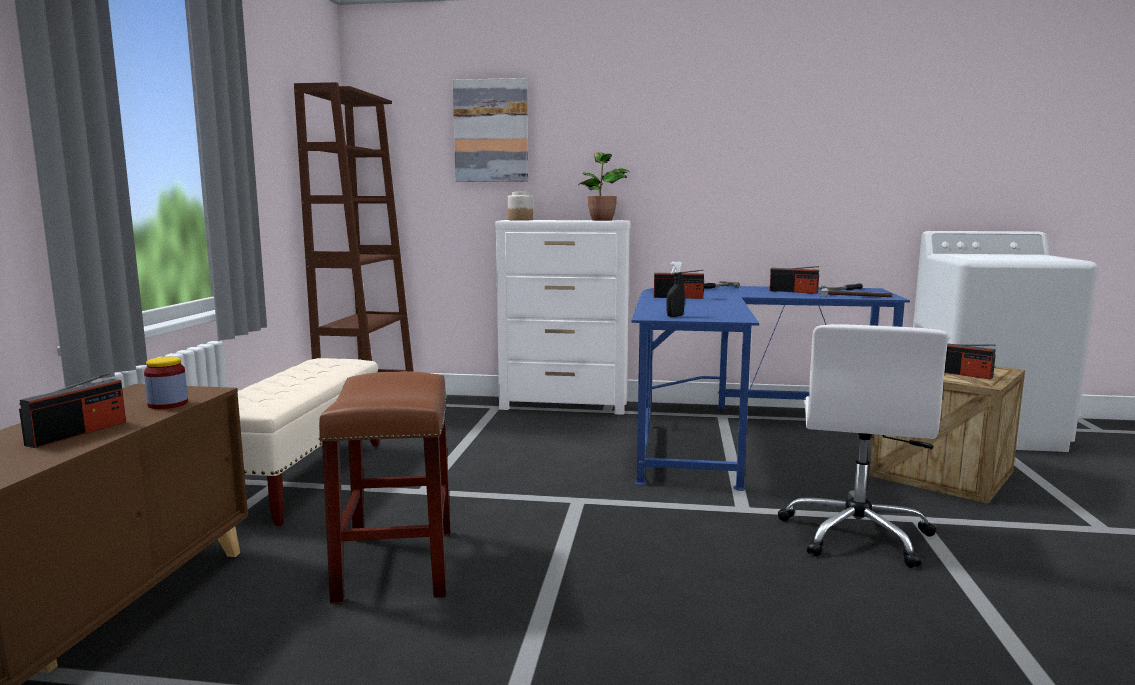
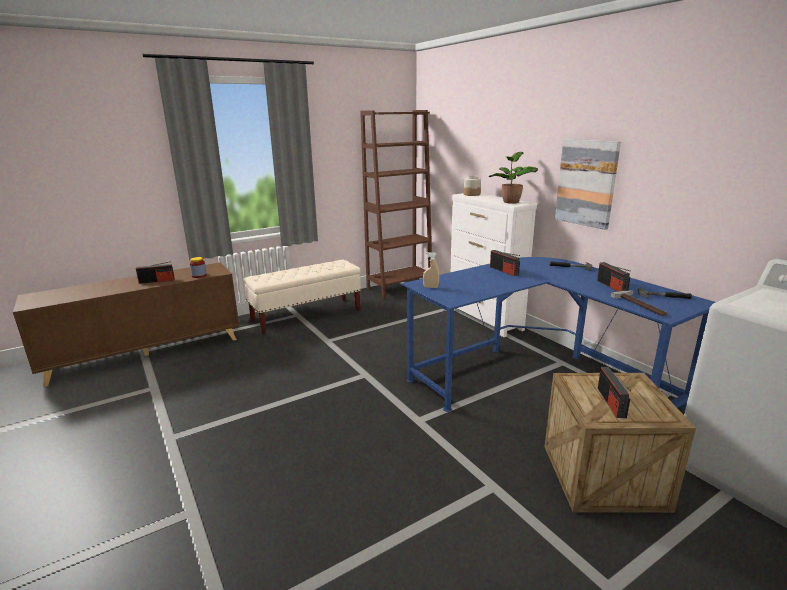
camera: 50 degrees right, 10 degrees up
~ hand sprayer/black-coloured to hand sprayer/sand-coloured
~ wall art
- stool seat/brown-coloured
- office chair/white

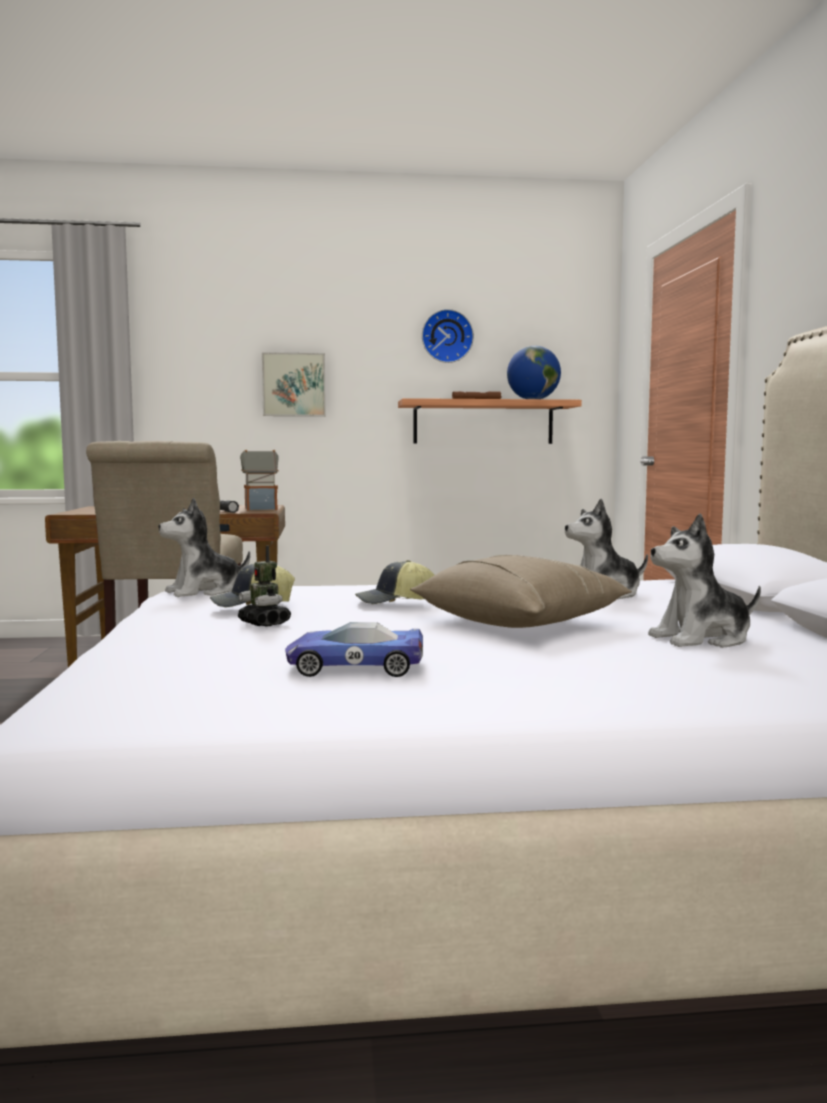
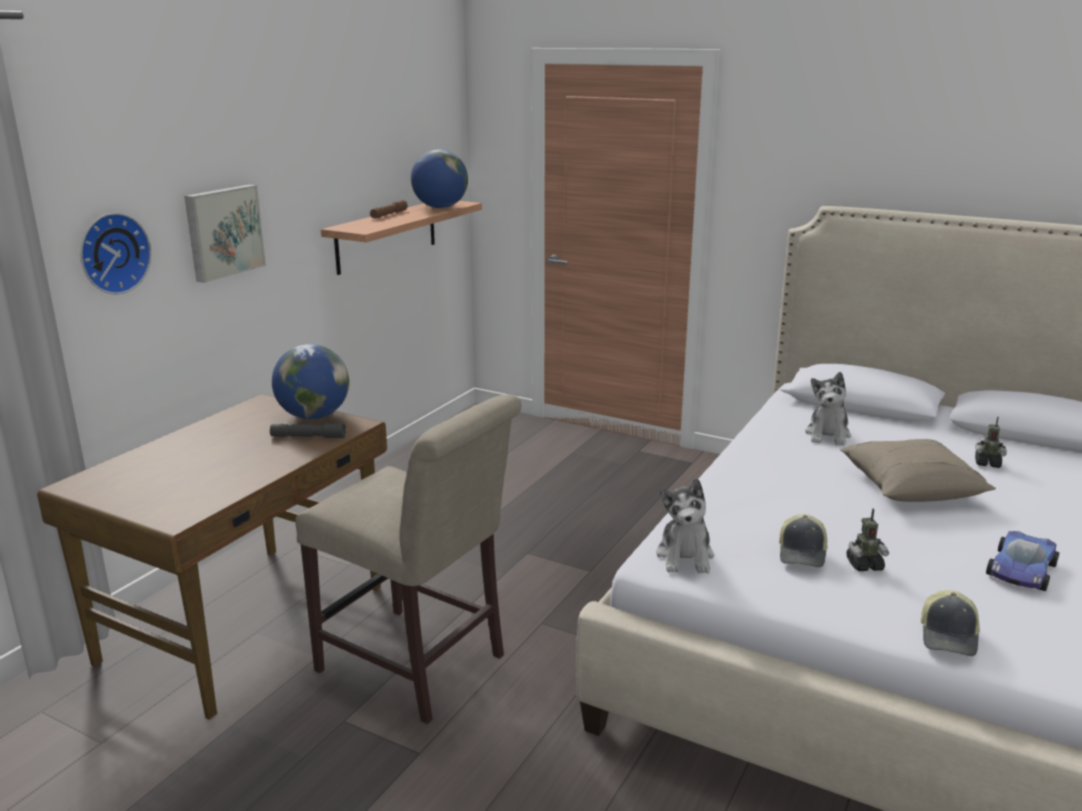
camera: 55 degrees left, 15 degrees up
~ hanging clock
~ miniature house to world globe (1st from left)
~ baseball cap (2nd from left)
~ plush toy (3rd from left) to robot figure (2nd from left)

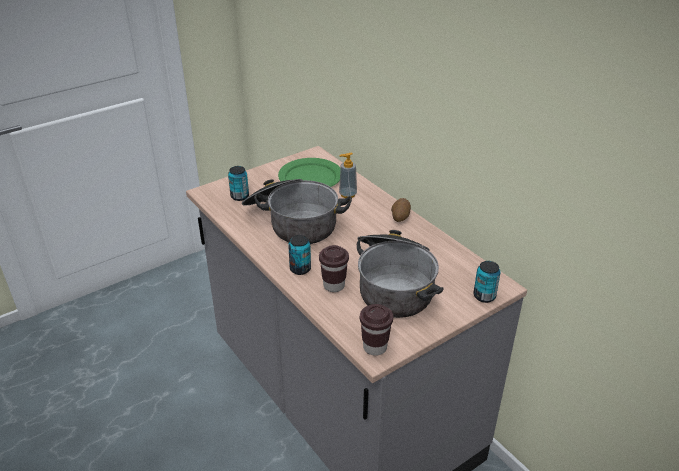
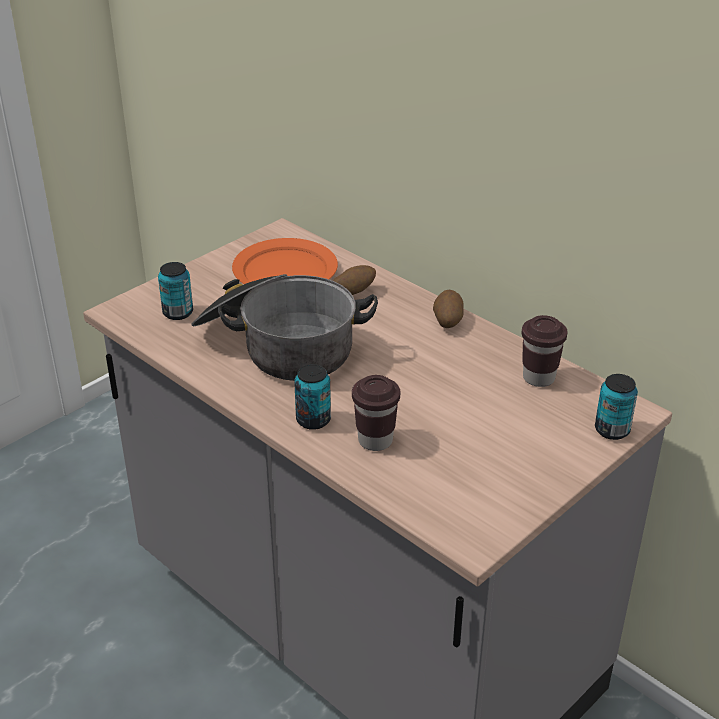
camera: 10 degrees left, 0 degrees up
~ flat dish/green to flat dish/orangey
~ liquid soap bottle to whole potato (1st from left)
~ drinking cup/brown-coloured (2nd from left)
- saucepot (2nd from left)

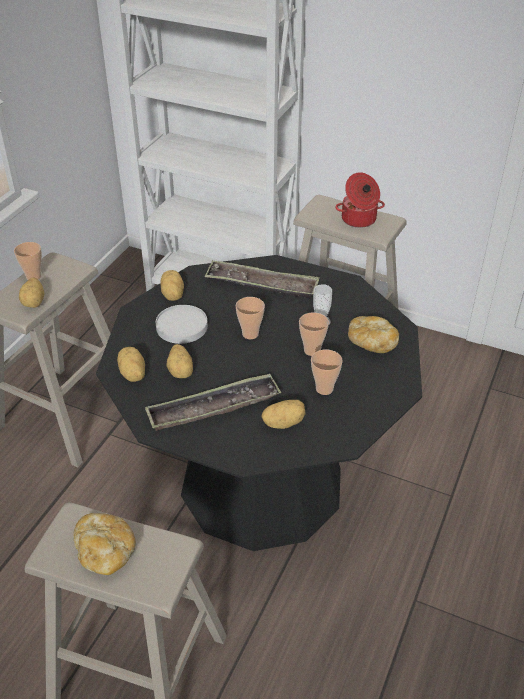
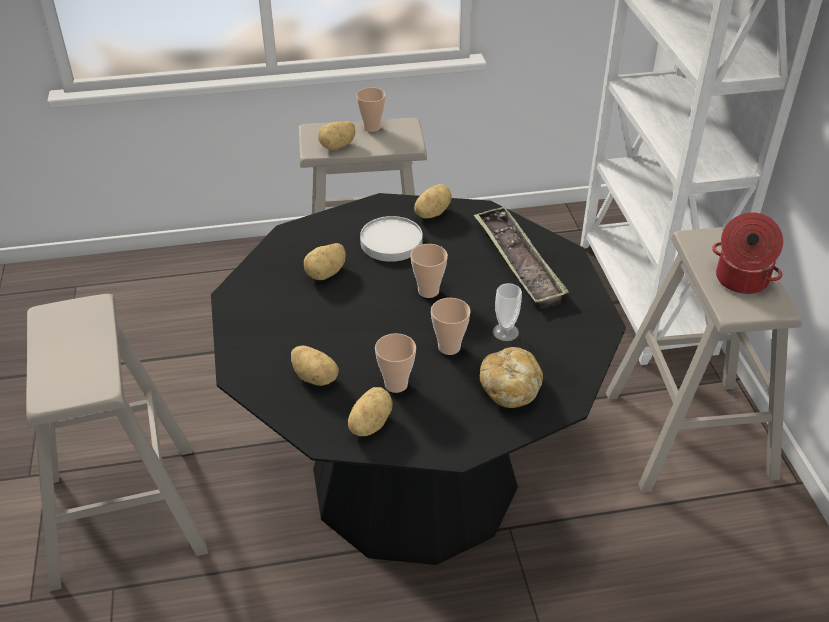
camera: 55 degrees right, 0 degrees up
~ whole potato (2nd from left in the first image) to whole potato (4th from left)
- bread (1st from left)
- tray (1st from left)

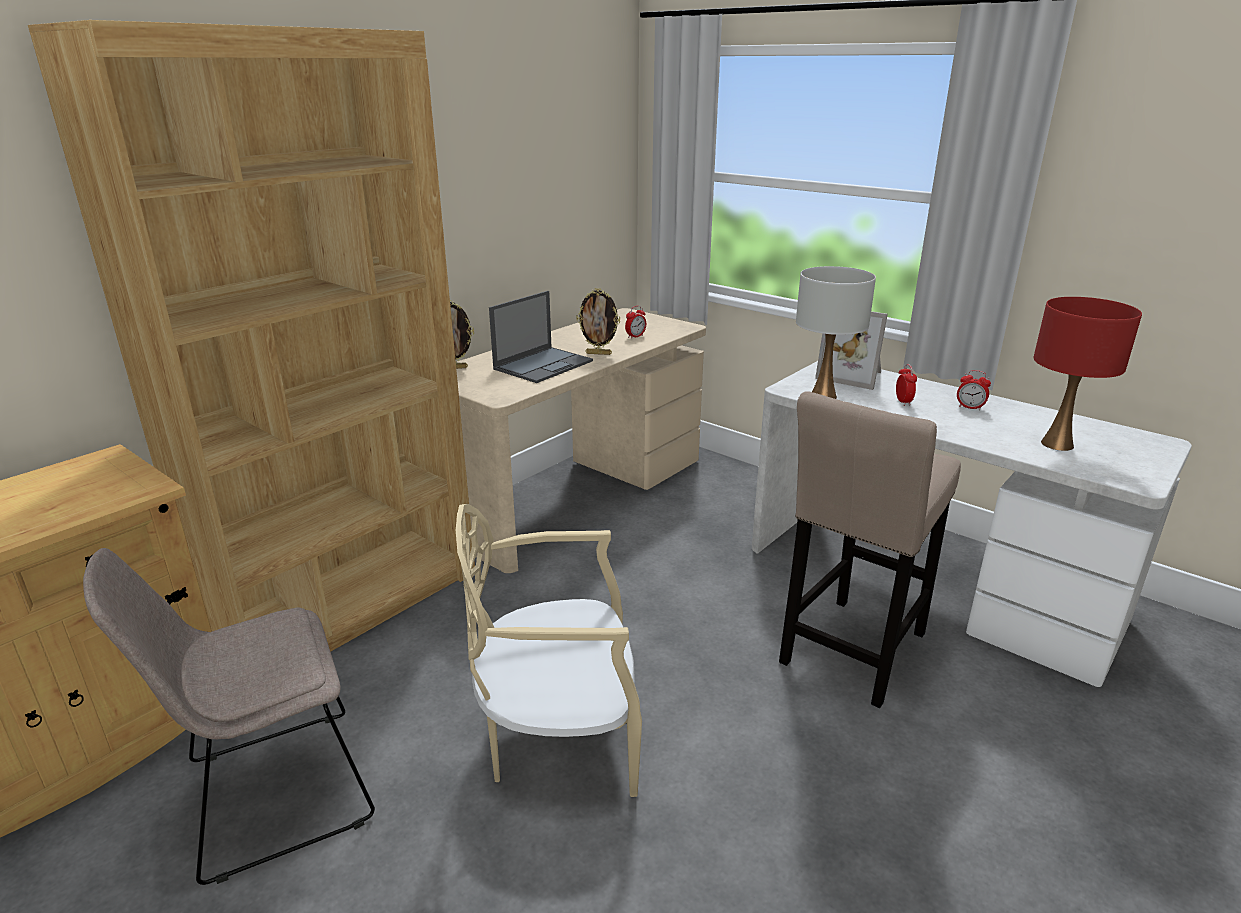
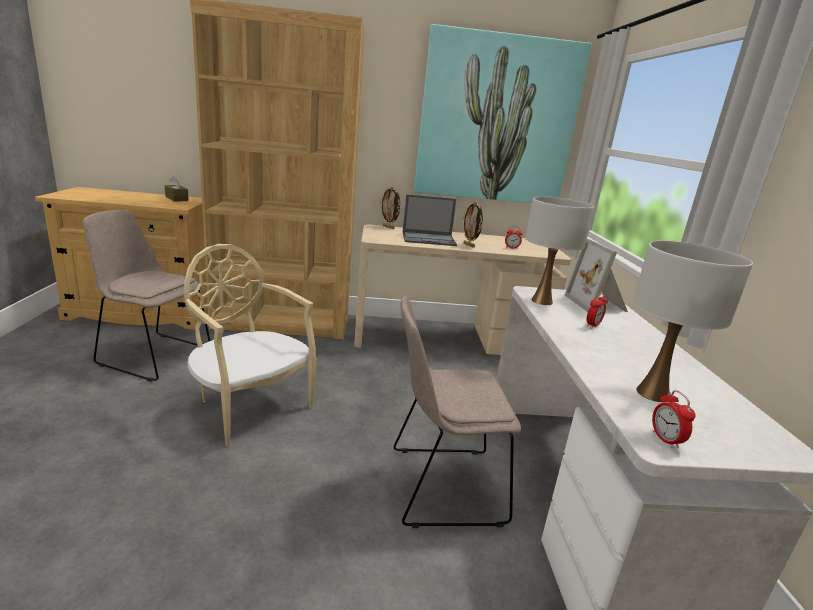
camera: 45 degrees right, 5 degrees down
+ tissue holder/brown-coloured
~ stool seat/sand-coloured to chair/sand-coloured (3rd from left)
+ wall art
~ tabletop lamp/red to tabletop lamp/white (2nd from left)
~ bedside clock (3rd from left)

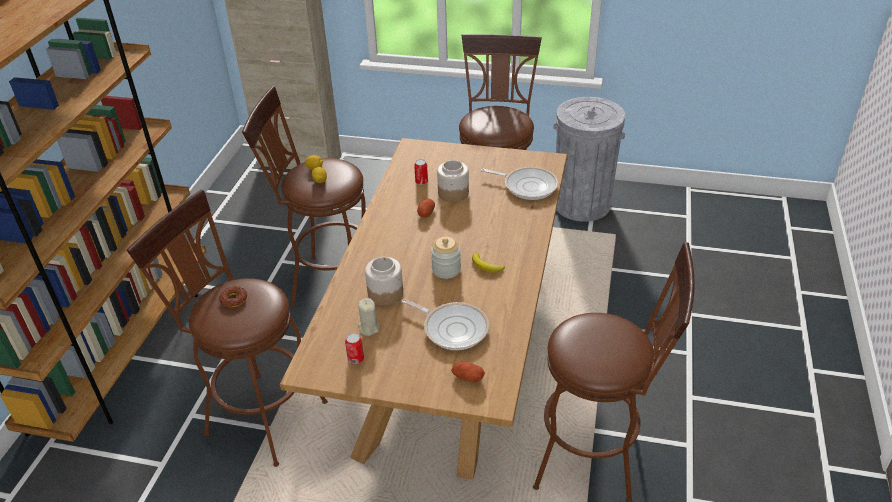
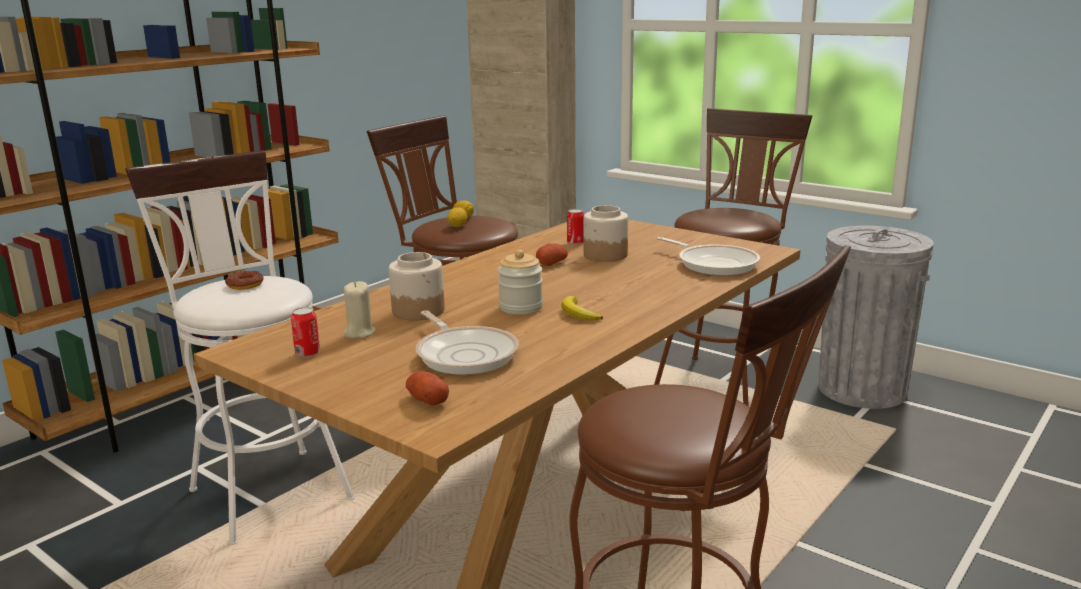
camera: 25 degrees right, 20 degrees down
~ stool seat/brown-coloured (1st from left) to stool seat/white

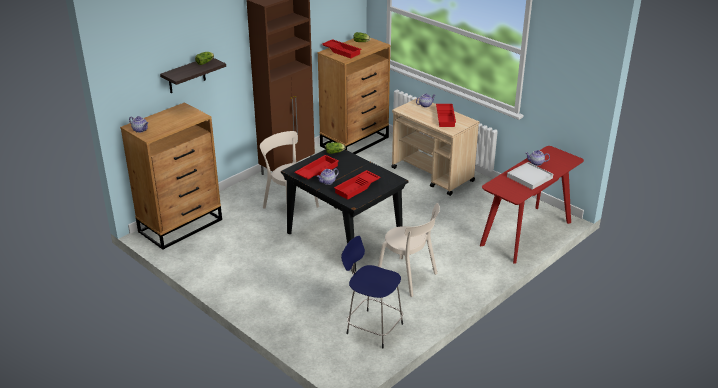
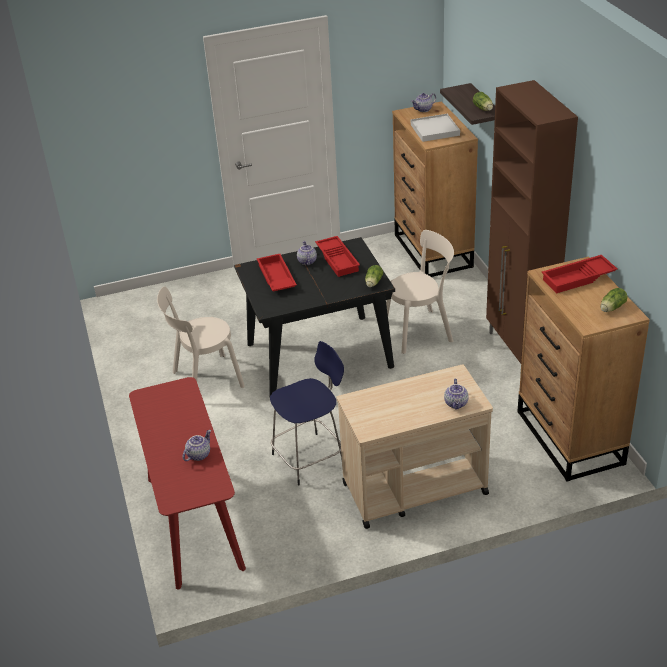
camera: 120 degrees right, 5 degrees up
~ stool seat/blue-coloured
~ tray/white
- tray/red (4th from left)

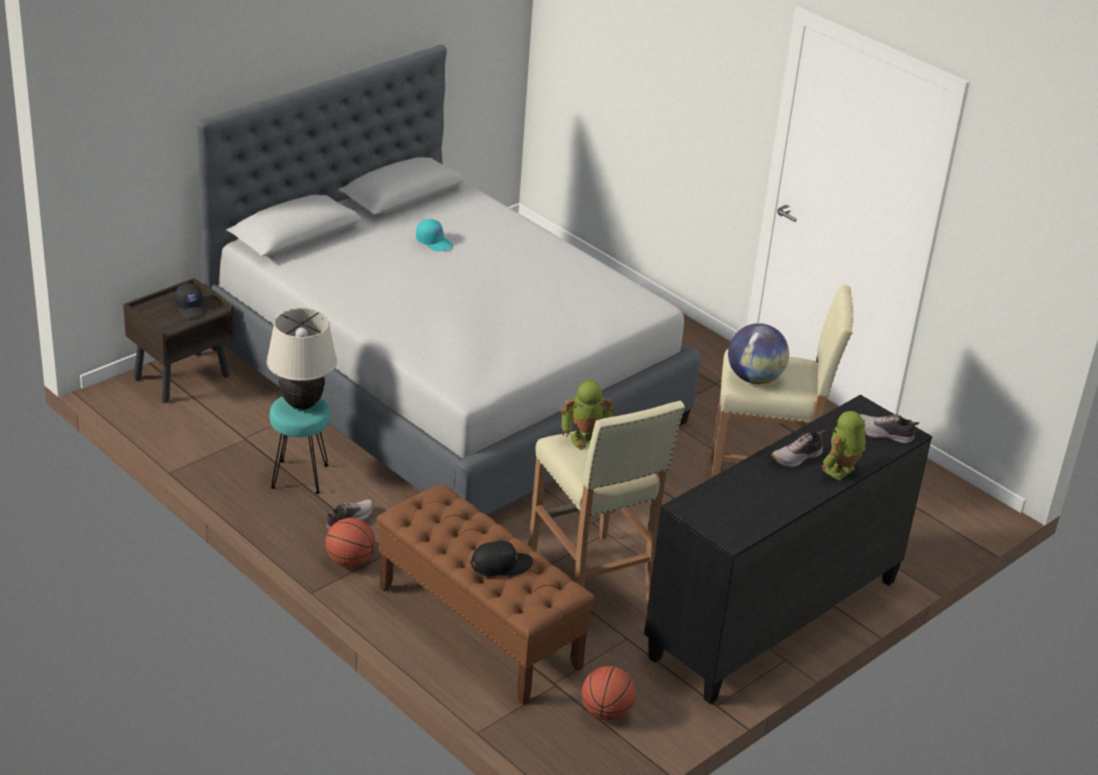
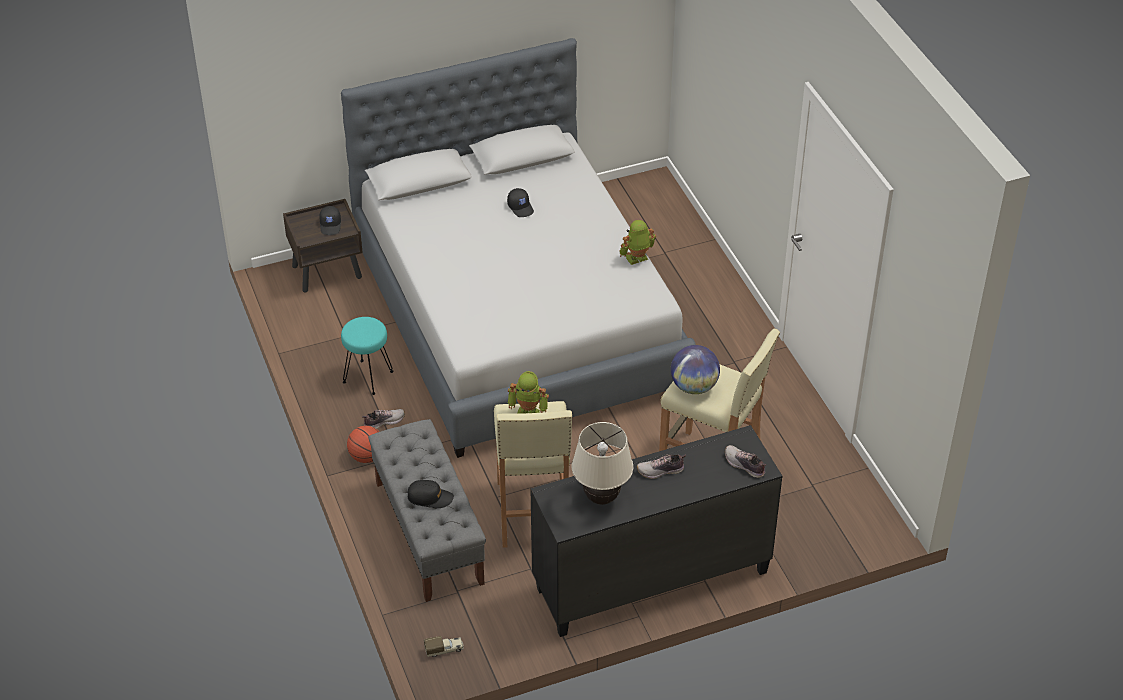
camera: 25 degrees right, 10 degrees up
~ long seat/brown-coloured to long seat/grey
+ toy truck
~ baseball cap/turquoise-coloured to baseball cap/black-coloured (3rd from left)
~ tabletop lamp/sand-coloured
~ robot figure (2nd from left)
- basketball (2nd from left)

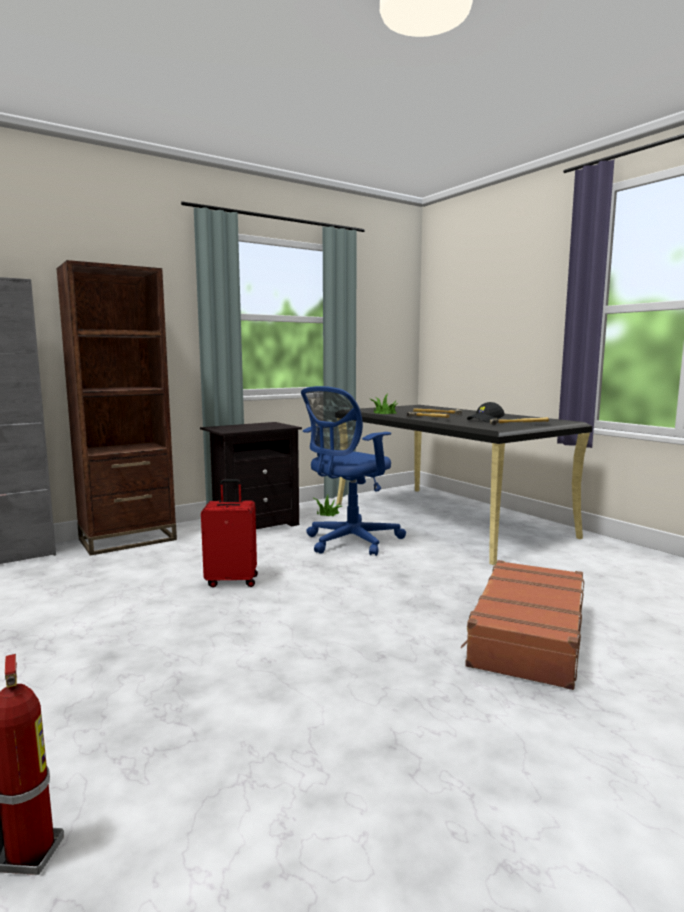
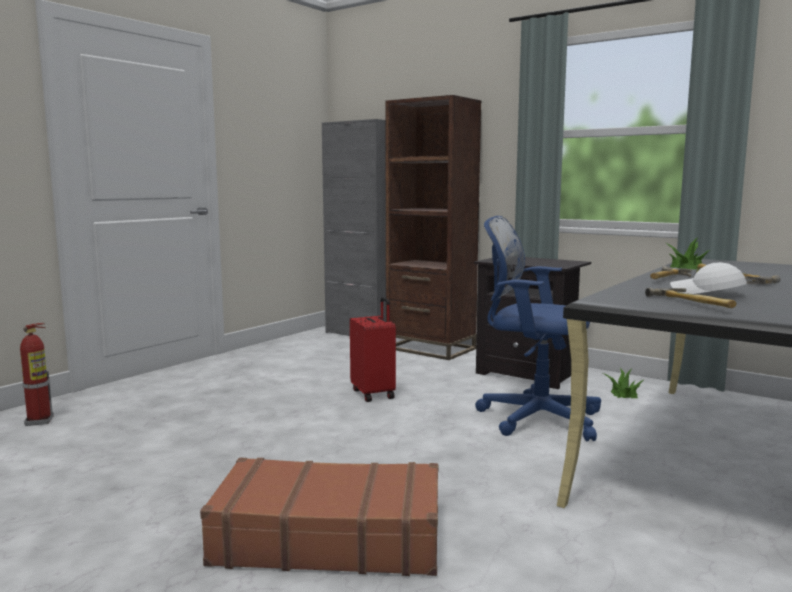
camera: 70 degrees right, 0 degrees up
~ baseball cap/black-coloured to baseball cap/white

